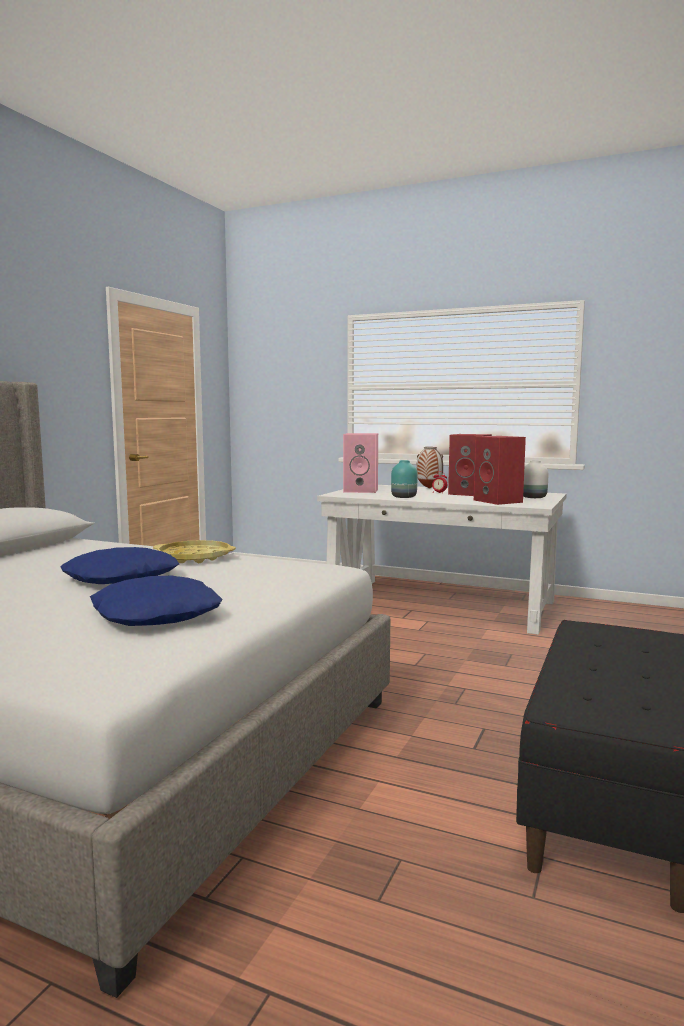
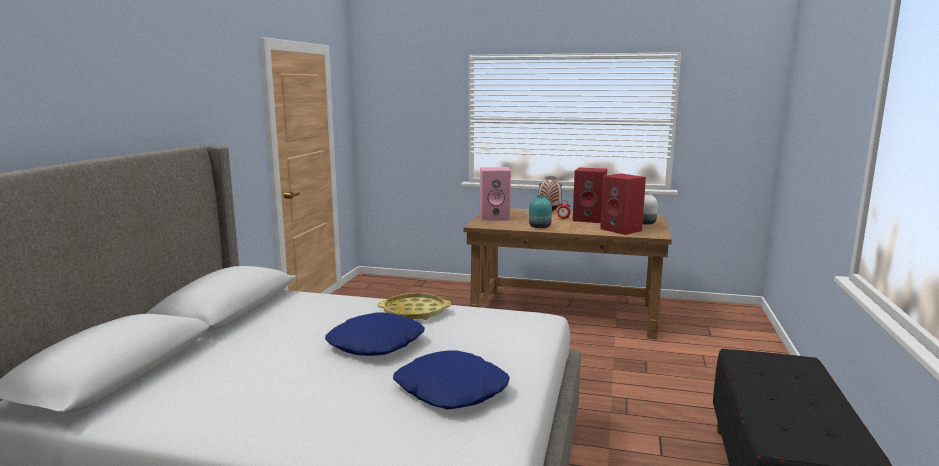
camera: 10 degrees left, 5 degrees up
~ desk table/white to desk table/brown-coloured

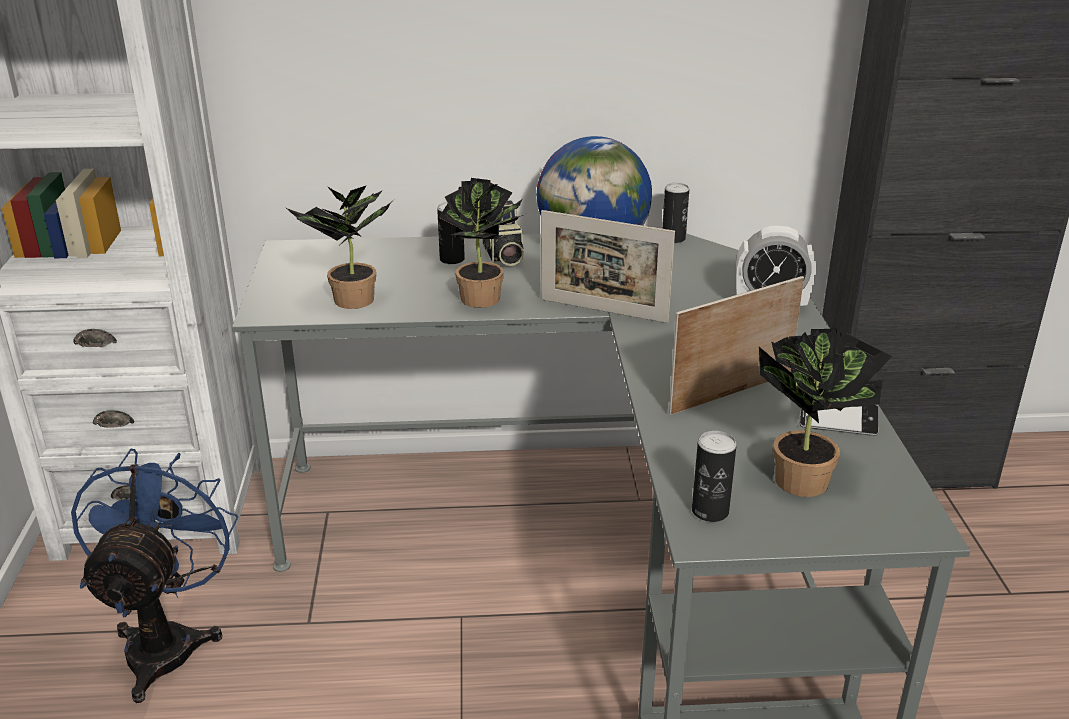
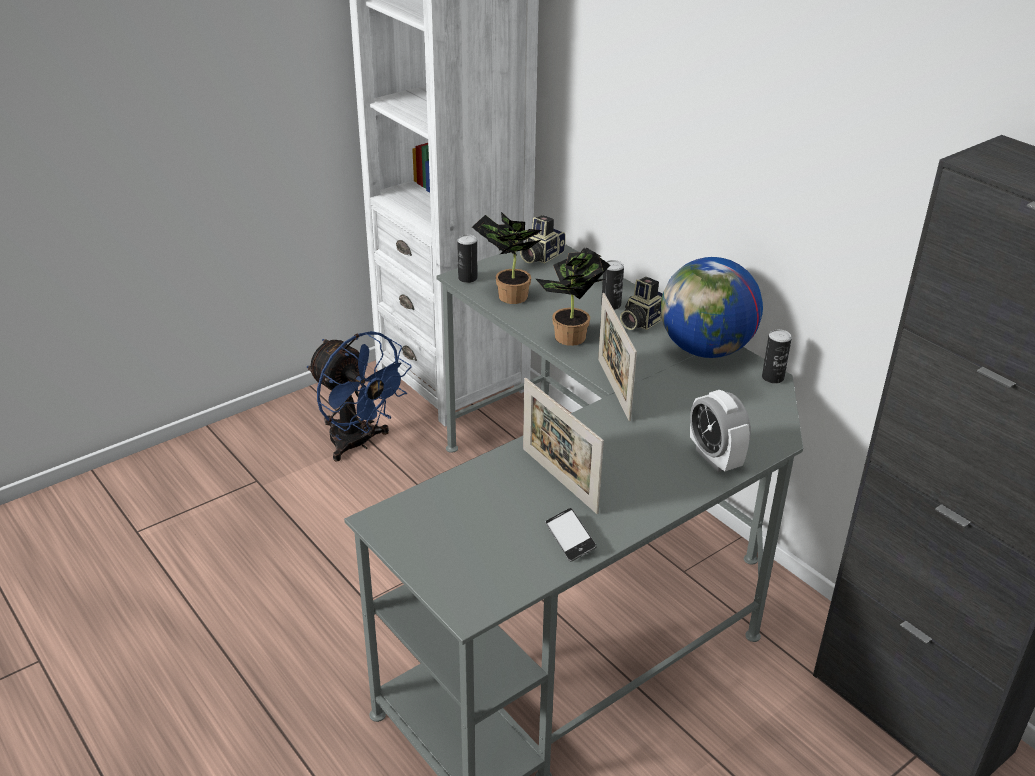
camera: 55 degrees right, 5 degrees up
~ cooling fan/blue-coloured 75 degrees clockwise
~ can (3rd from left in the first image) to can (1st from left)
+ still camera (1st from left)
~ photo frame (2nd from left in the first image) 150 degrees counterclockwise
- plant in a pot (3rd from left)

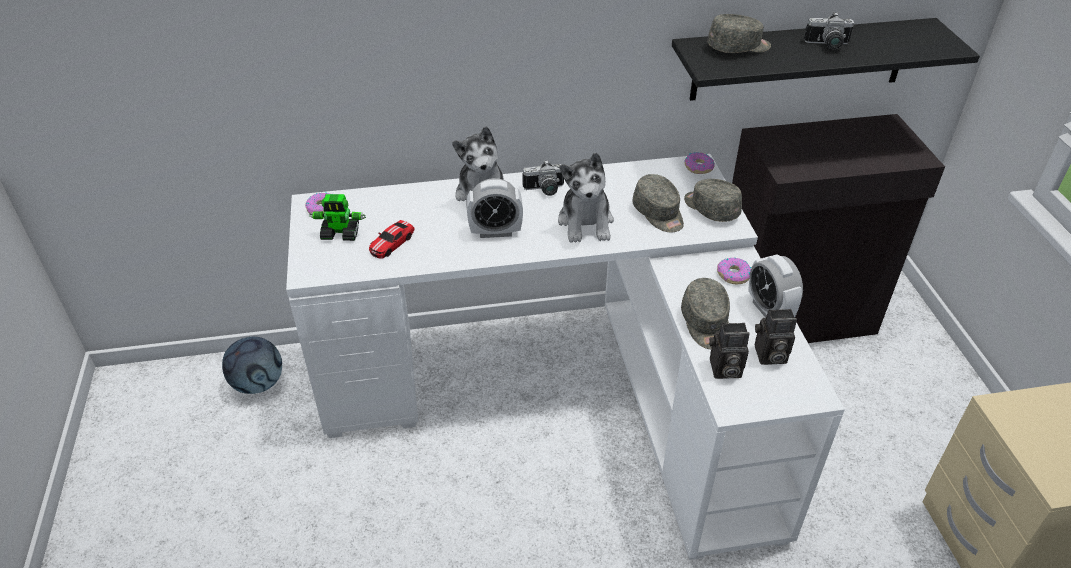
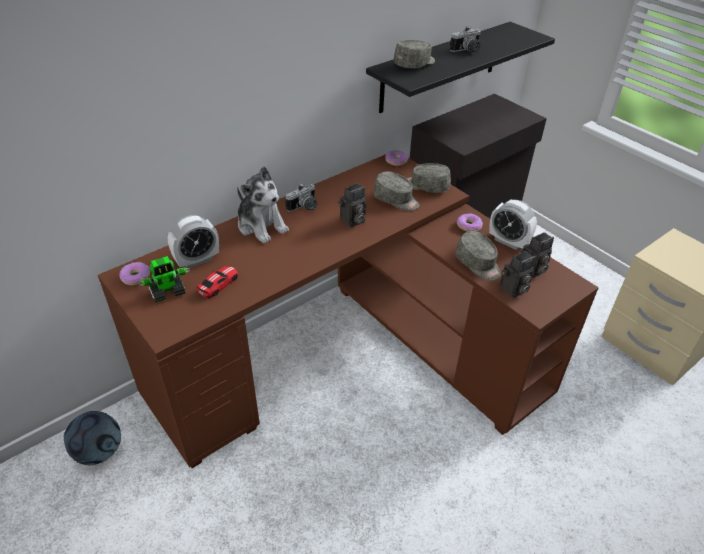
camera: 30 degrees left, 0 degrees up
~ desk table/white to desk table/brown-coloured
~ bedside clock (1st from left)
~ model car 150 degrees counterclockwise
~ plush toy (2nd from left) to still camera (2nd from left)

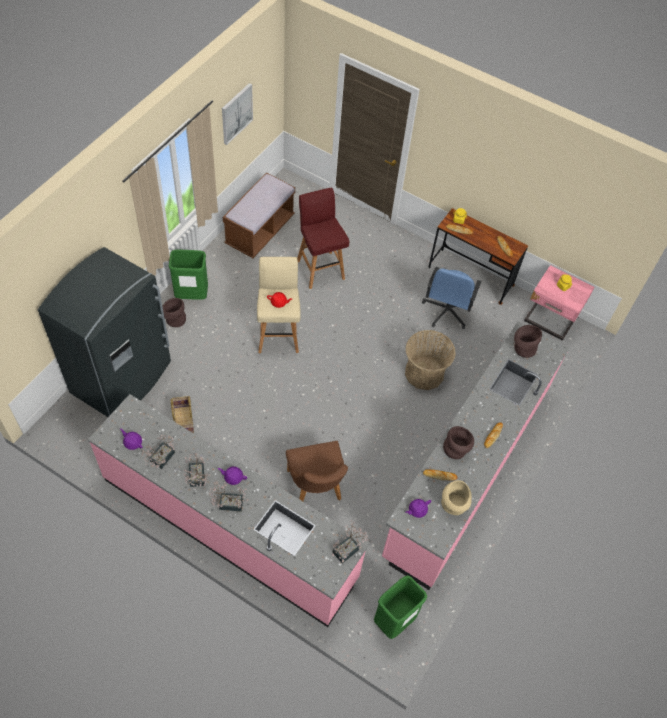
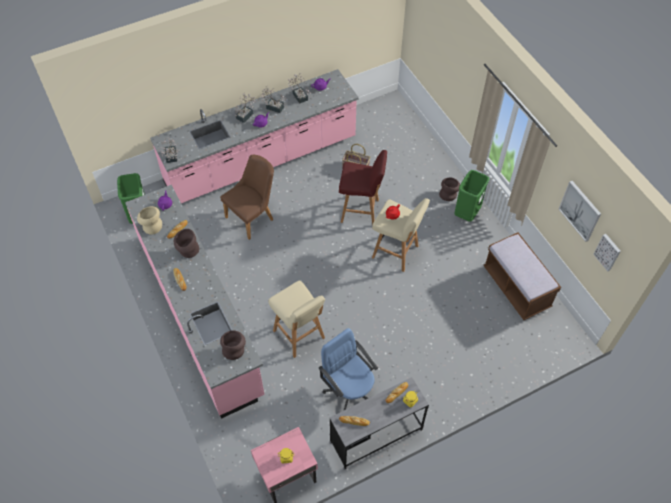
camera: 125 degrees right, 0 degrees up
~ chair/brown-coloured 120 degrees clockwise
~ household basket (2nd from left) to stool seat/sand-coloured (1st from left)
~ desk table/brown-coloured to desk table/grey
~ stool seat/red
+ wall art (2nd from left)
- refrigerator/grey

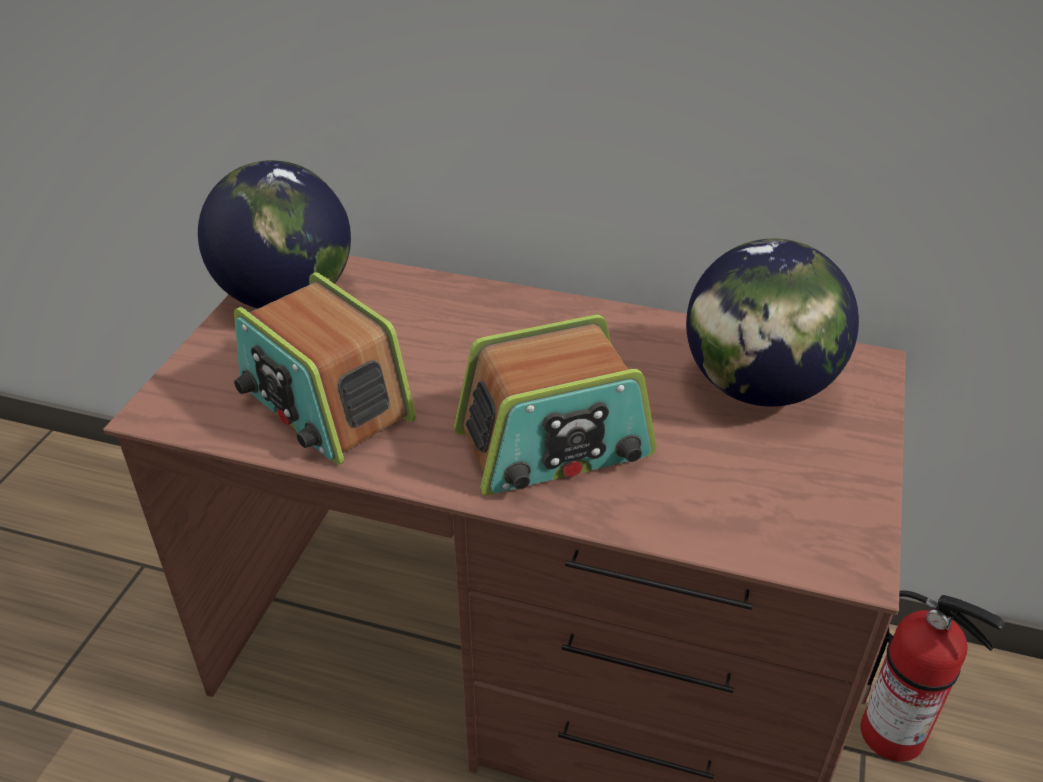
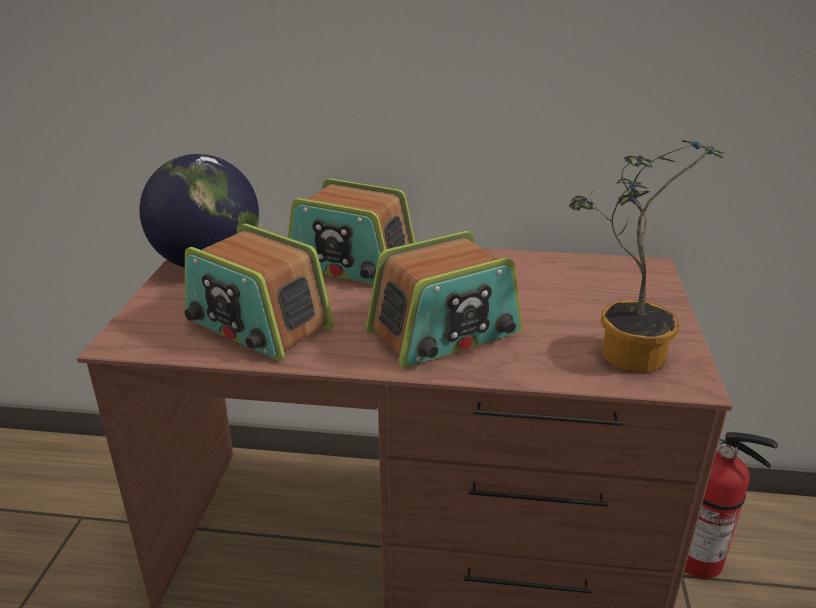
camera: 10 degrees left, 10 degrees down
+ radio (2nd from left)
+ plant in a pot
- world globe (2nd from left)

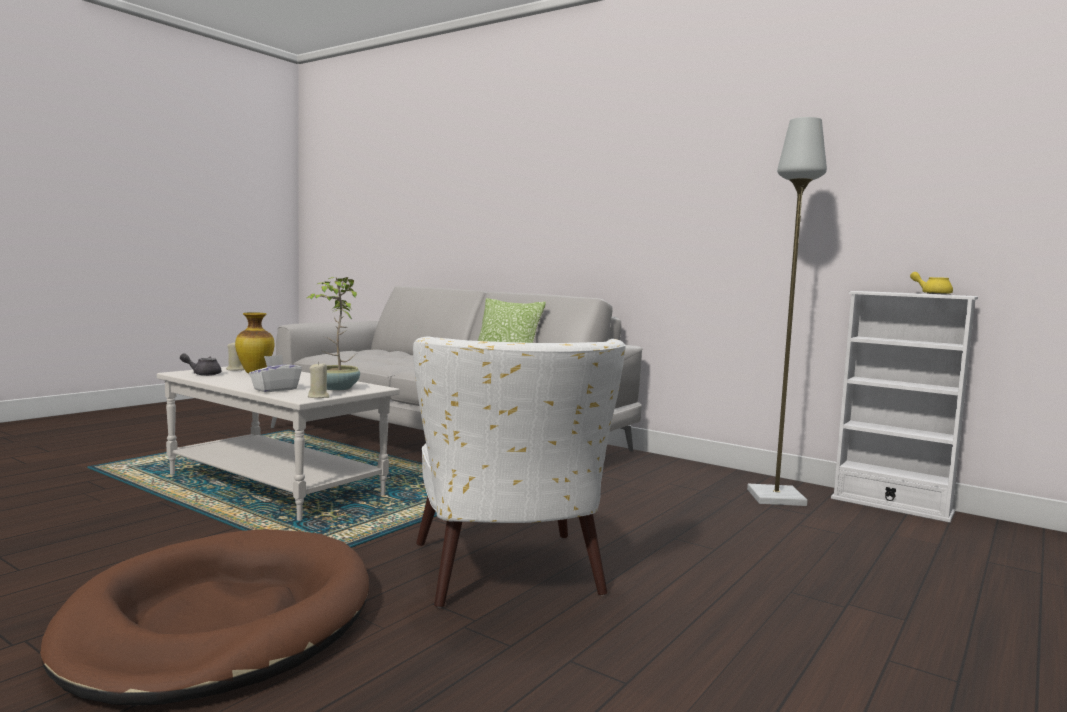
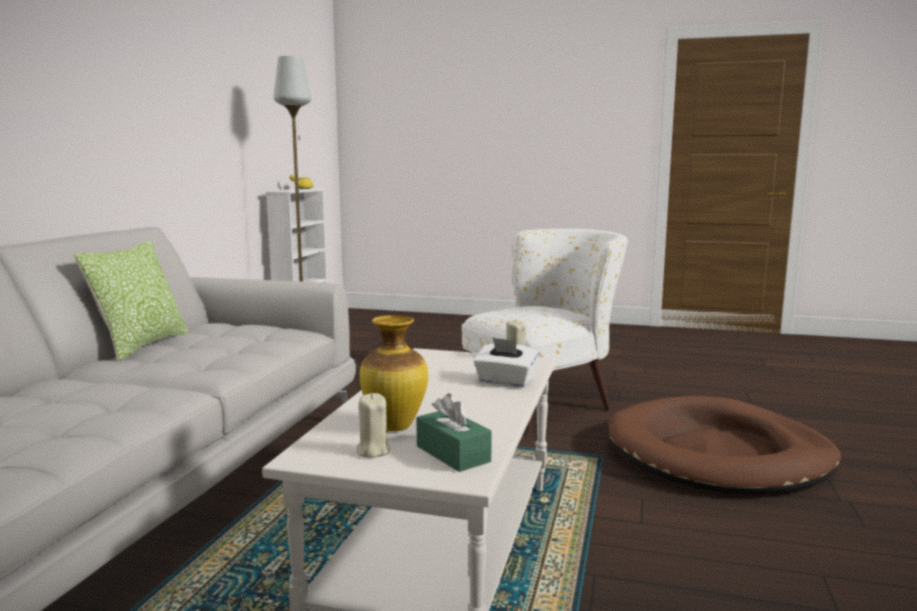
camera: 110 degrees left, 5 degrees up
~ tea pot/grey to tissue holder/green
- plant in a pot

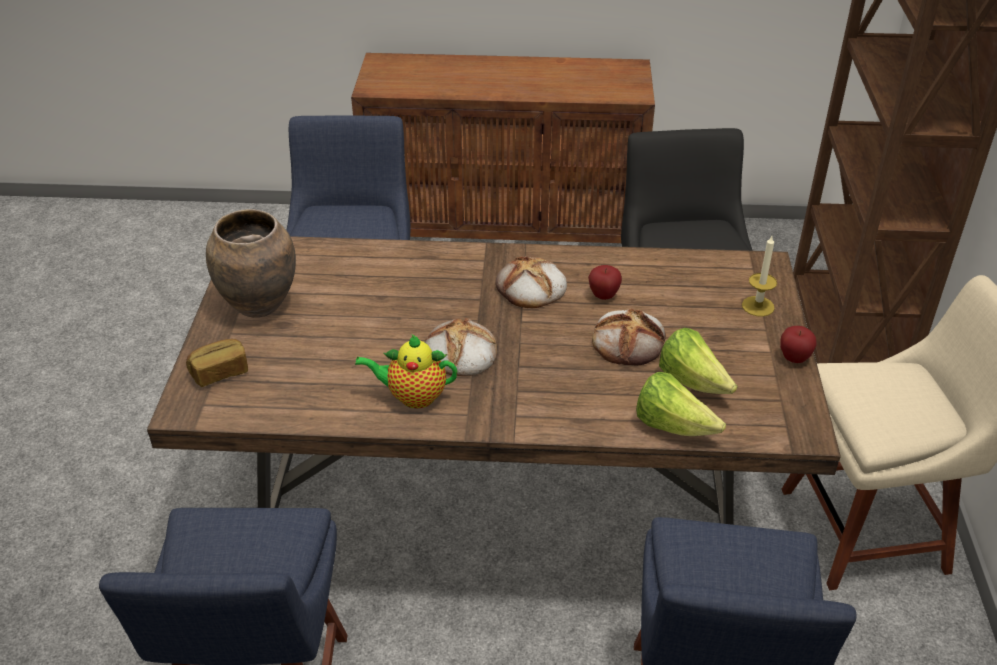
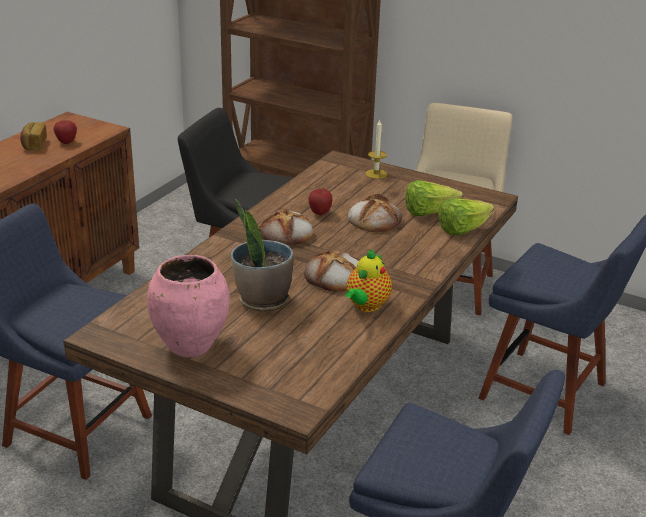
camera: 65 degrees left, 10 degrees down
~ bread (1st from left)
~ apple fruit (2nd from left in the first image) to apple fruit (1st from left)
~ flower vase/brown-coloured to flower vase/pink
+ plant in a pot

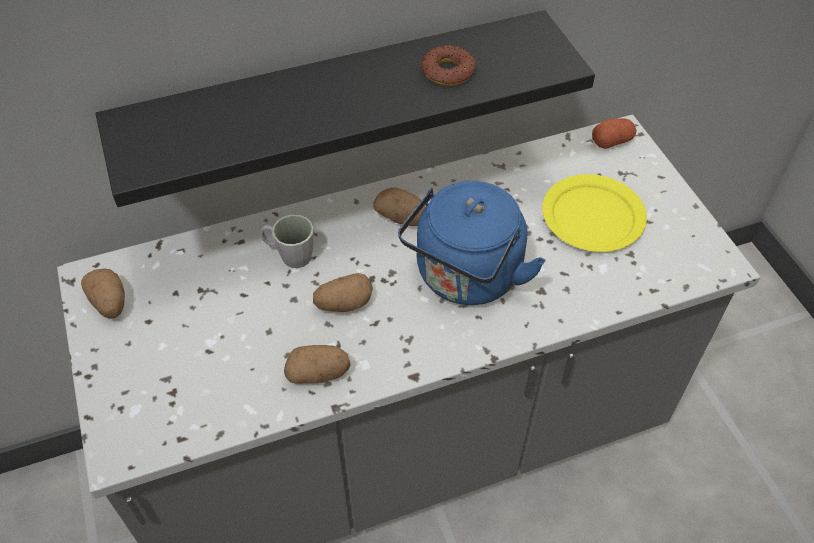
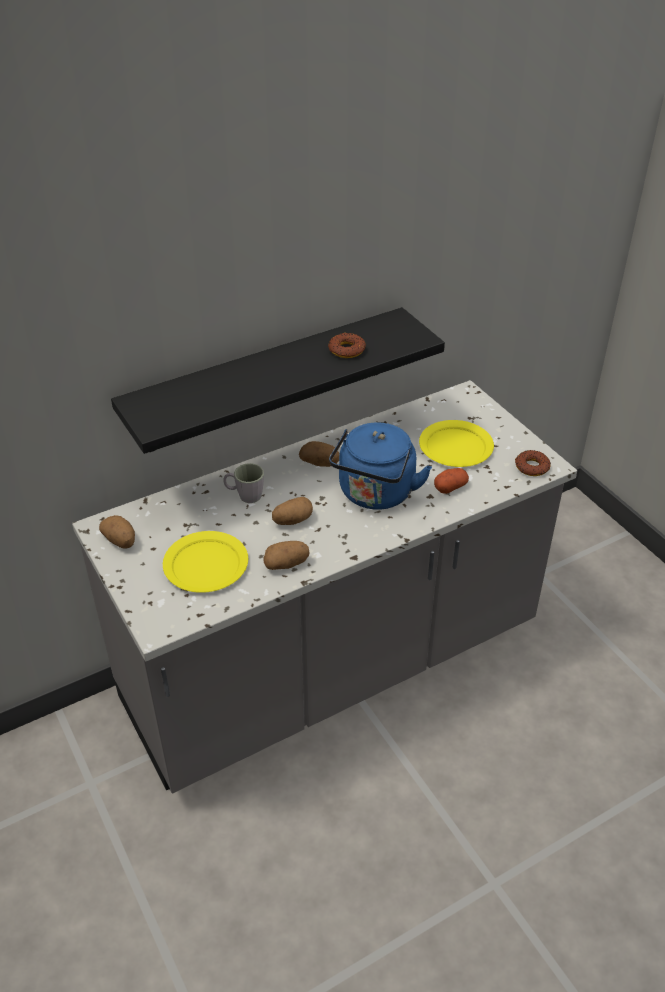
camera: 10 degrees left, 10 degrees down
+ flat dish/yellow-coloured (1st from left)
~ whole potato (5th from left)
+ doughnut (2nd from left)

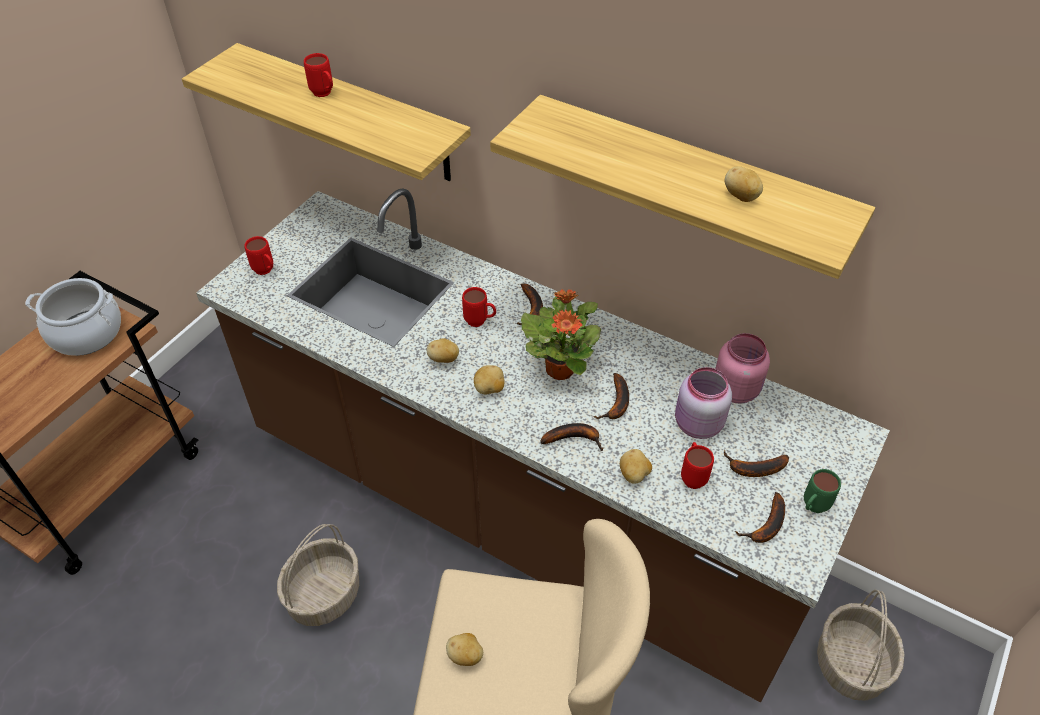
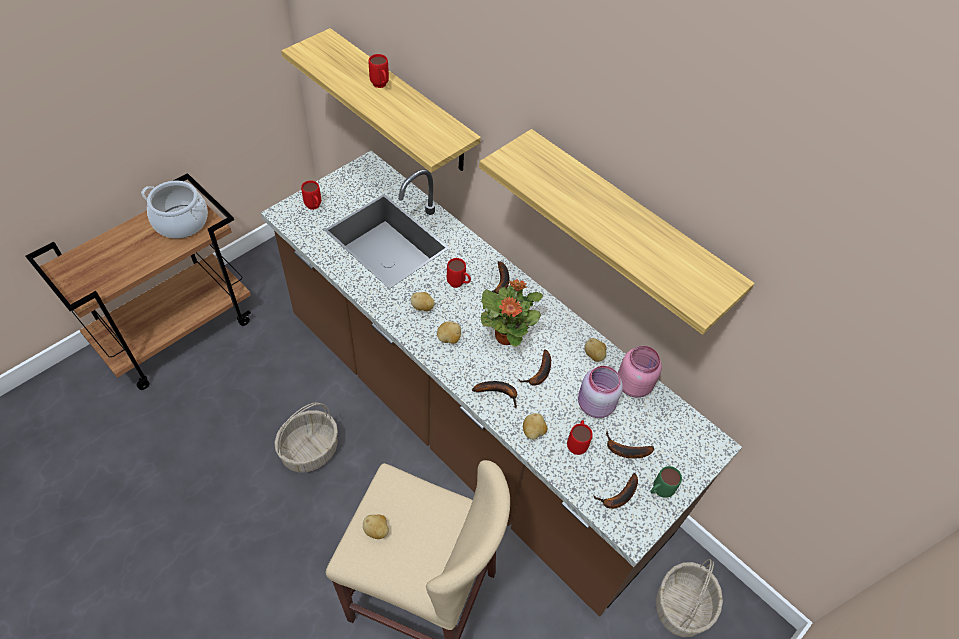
camera: 10 degrees right, 5 degrees up
~ whole potato (5th from left)

